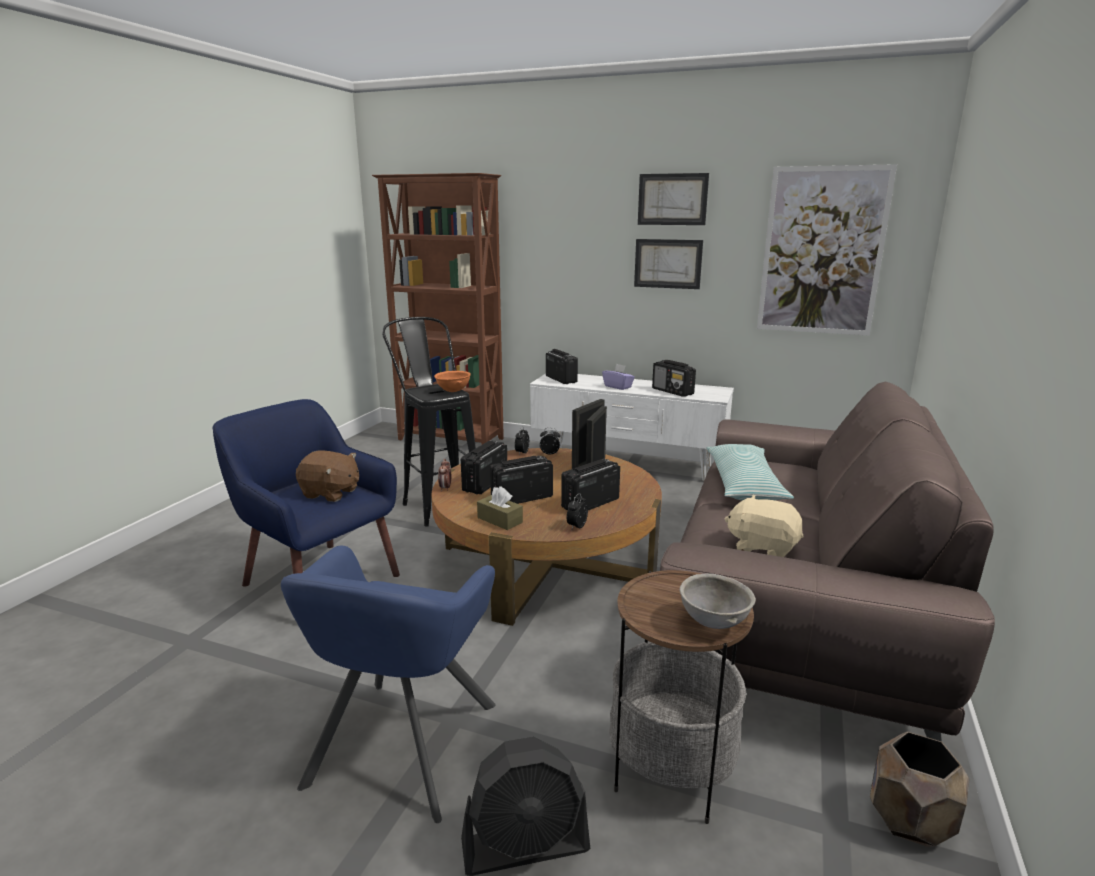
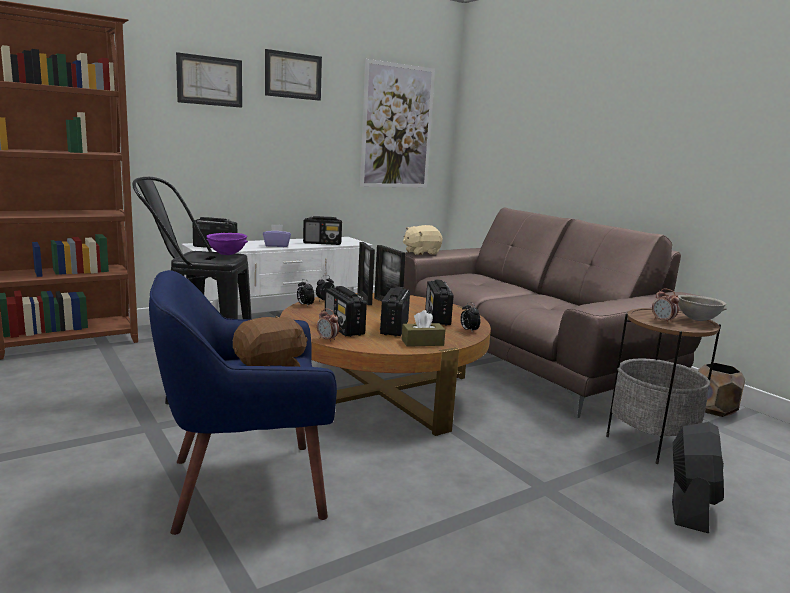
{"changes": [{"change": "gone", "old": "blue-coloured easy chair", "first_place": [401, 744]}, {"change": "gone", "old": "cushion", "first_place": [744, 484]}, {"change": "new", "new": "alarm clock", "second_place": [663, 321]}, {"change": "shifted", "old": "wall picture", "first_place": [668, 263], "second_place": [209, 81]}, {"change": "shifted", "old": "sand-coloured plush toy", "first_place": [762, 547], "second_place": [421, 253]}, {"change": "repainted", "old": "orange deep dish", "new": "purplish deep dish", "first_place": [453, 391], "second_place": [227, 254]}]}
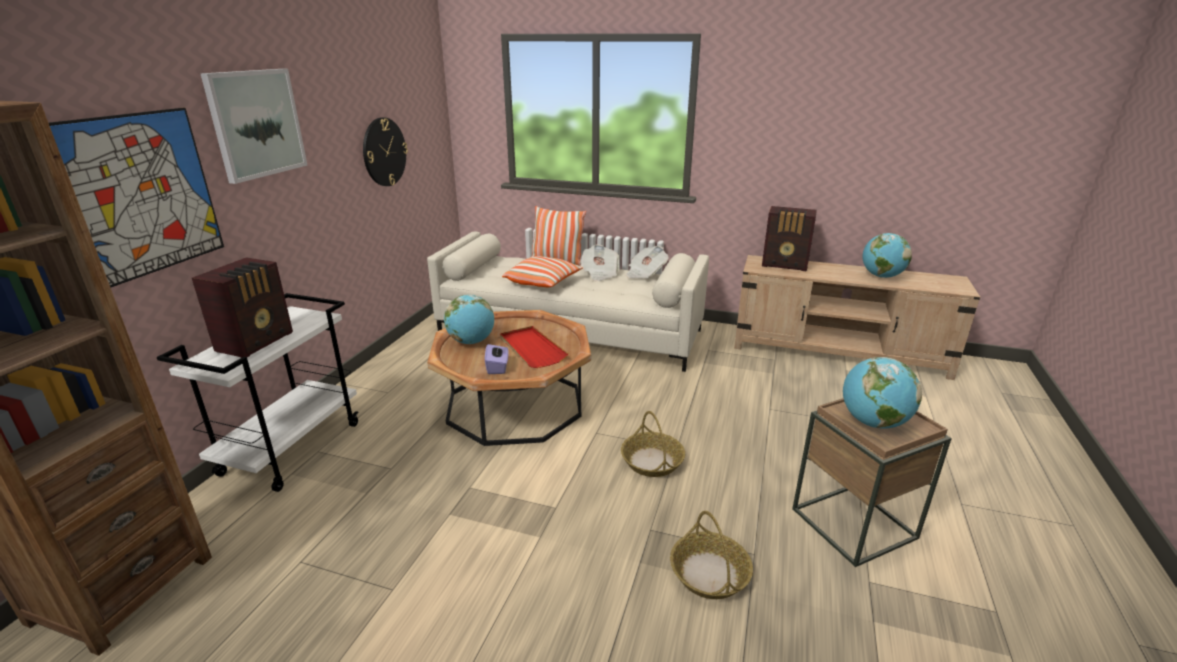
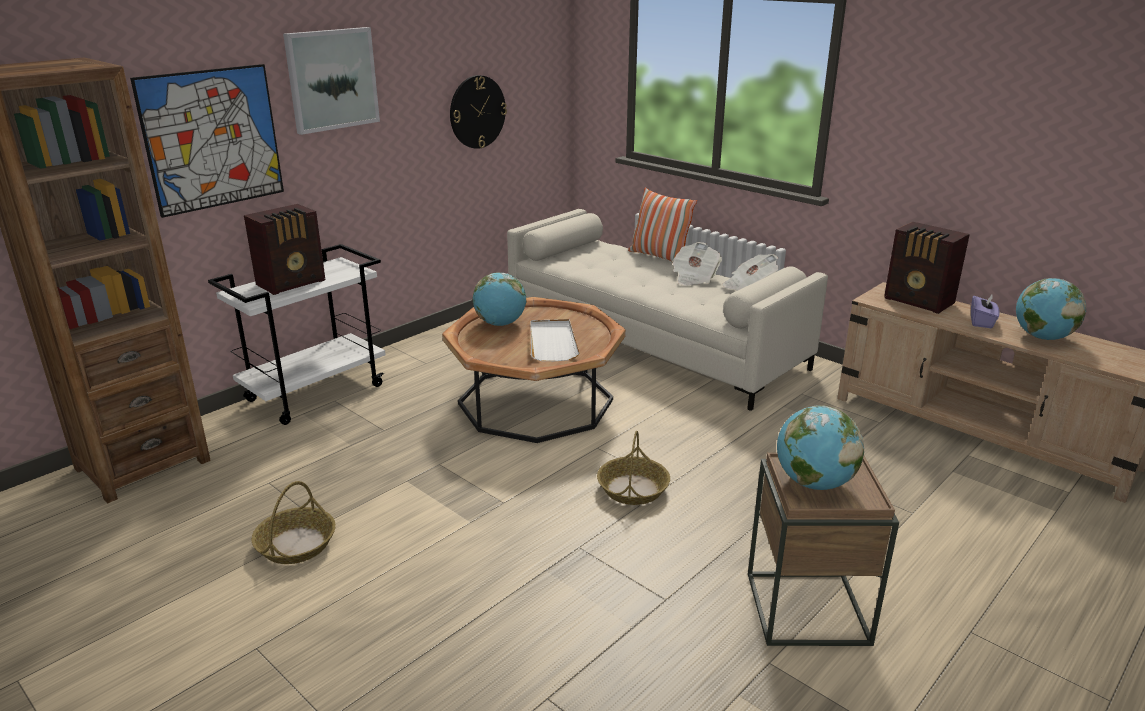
{"changes": [{"change": "gone", "old": "cushion", "first_place": [543, 282]}, {"change": "shifted", "old": "purplish box of tissues", "first_place": [497, 367], "second_place": [982, 322]}, {"change": "shifted", "old": "household basket", "first_place": [709, 573], "second_place": [296, 544]}, {"change": "repainted", "old": "reddish serving tray", "new": "white serving tray", "first_place": [531, 349], "second_place": [552, 342]}]}
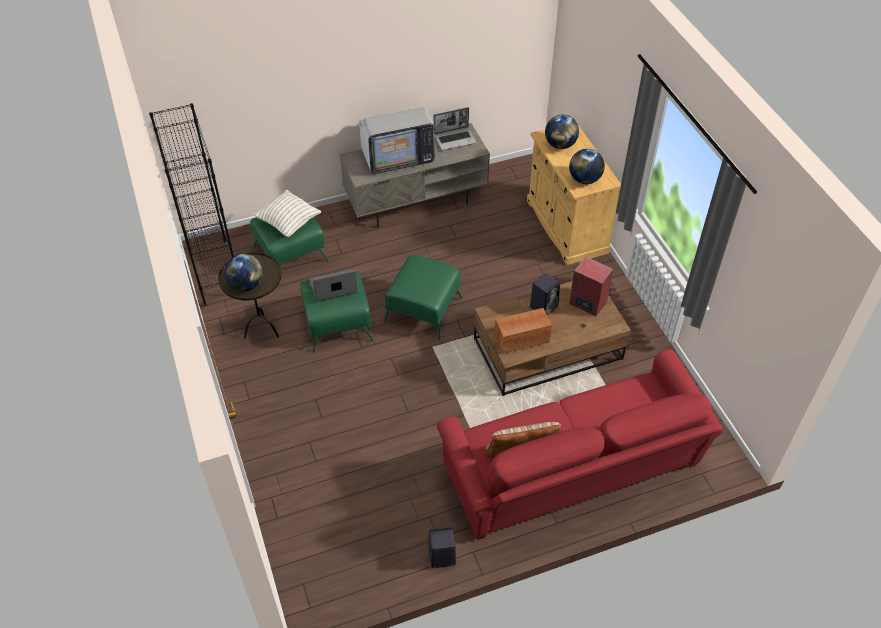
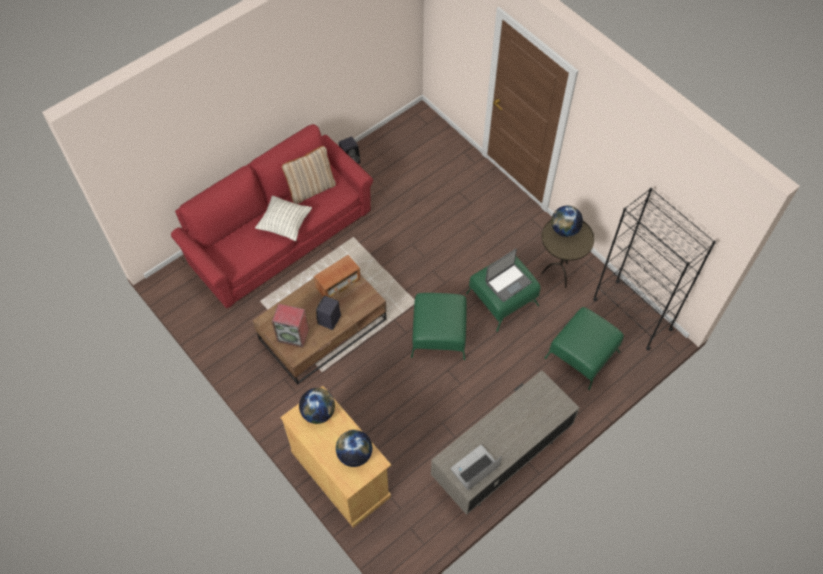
{"changes": [{"change": "gone", "old": "television", "first_place": [397, 157]}, {"change": "shifted", "old": "cushion", "first_place": [289, 223], "second_place": [285, 224]}]}
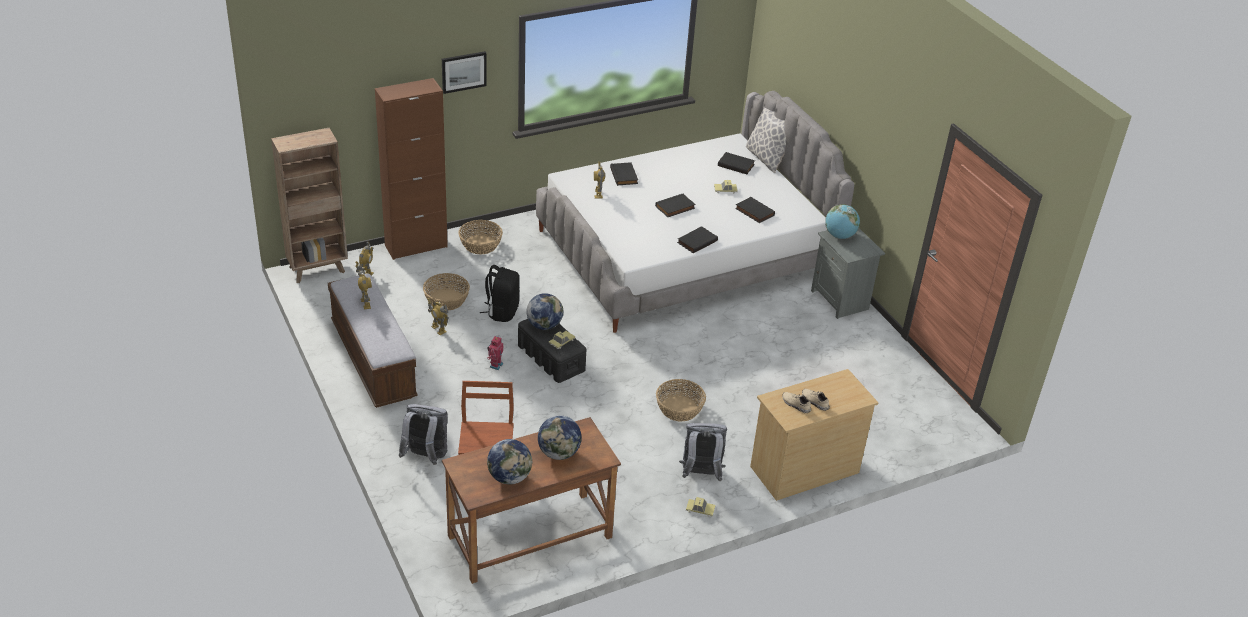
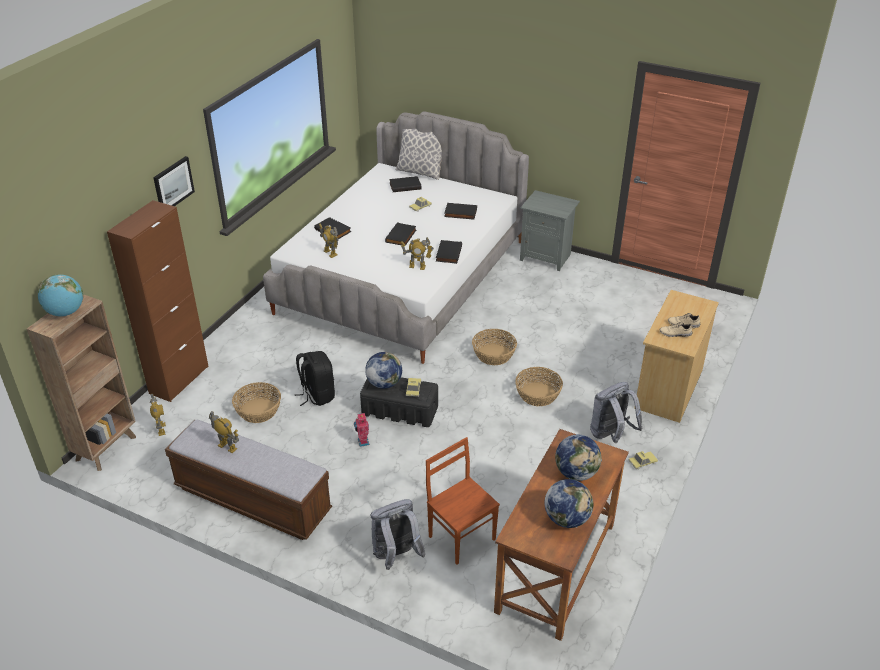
{"changes": [{"change": "shifted", "old": "toy robot", "first_place": [438, 329], "second_place": [417, 266]}, {"change": "shifted", "old": "household basket", "first_place": [480, 244], "second_place": [493, 354]}, {"change": "shifted", "old": "world globe", "first_place": [840, 236], "second_place": [66, 312]}]}
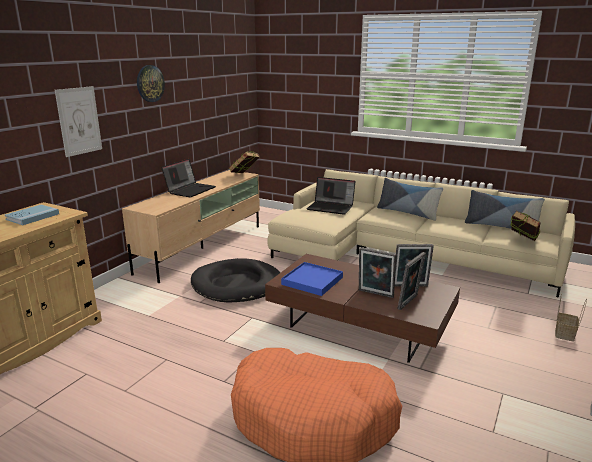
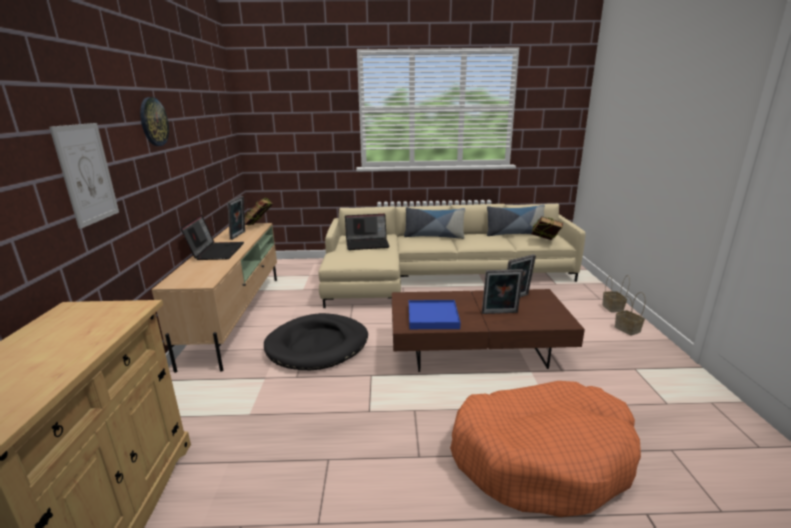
{"changes": [{"change": "gone", "old": "blue-coloured volume", "first_place": [32, 217]}, {"change": "new", "new": "household basket", "second_place": [628, 329]}, {"change": "shifted", "old": "standing frame", "first_place": [409, 303], "second_place": [239, 235]}]}
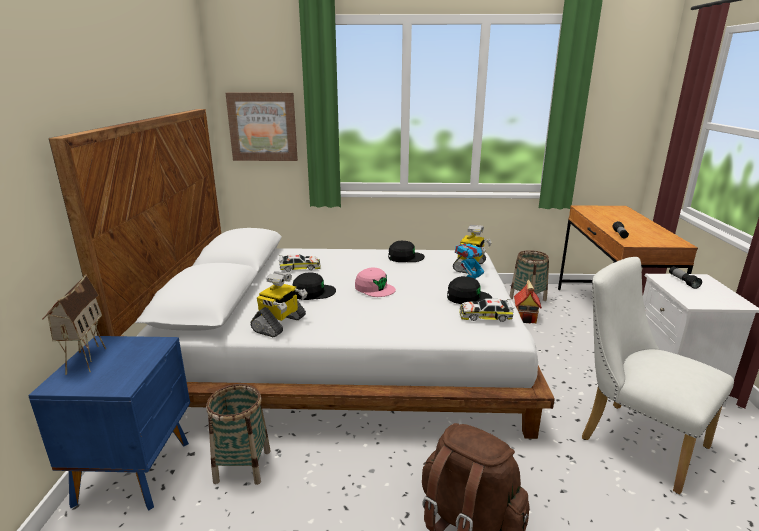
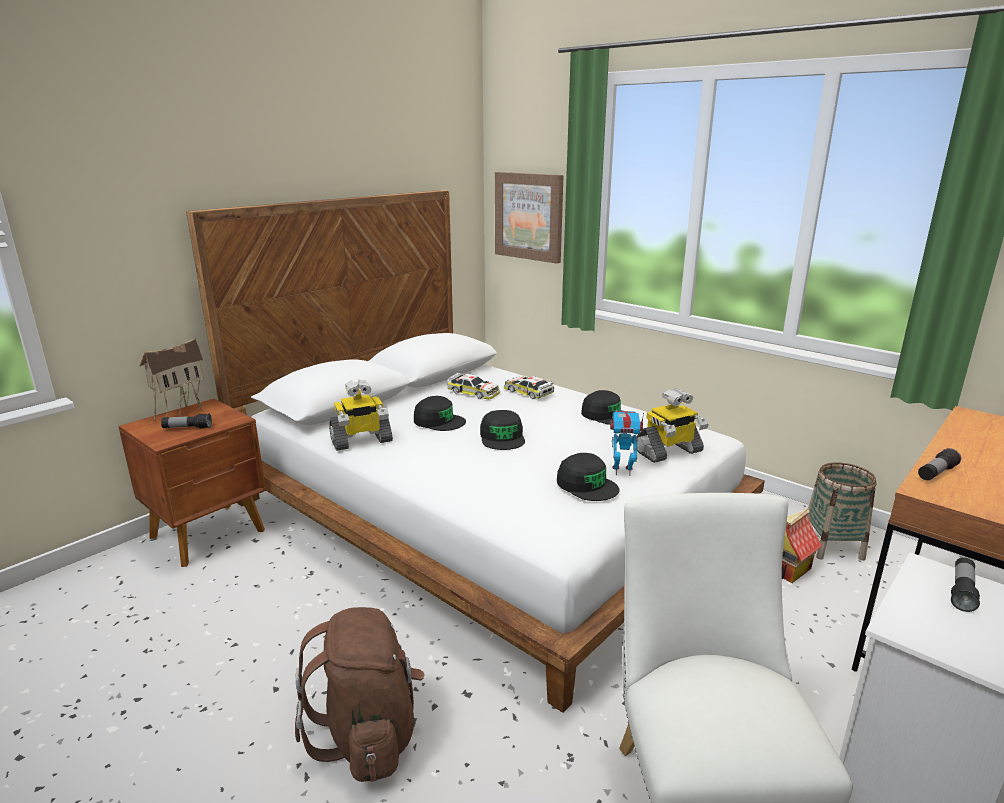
{"changes": [{"change": "gone", "old": "household basket", "first_place": [242, 466]}, {"change": "new", "new": "hand torch", "second_place": [187, 428]}, {"change": "shifted", "old": "miniature car", "first_place": [485, 316], "second_place": [528, 392]}, {"change": "repainted", "old": "blue-coloured bedside table", "new": "brown-coloured bedside table", "first_place": [136, 471], "second_place": [210, 534]}, {"change": "repainted", "old": "pink baseball cap", "new": "black-coloured baseball cap", "first_place": [374, 288], "second_place": [502, 437]}]}
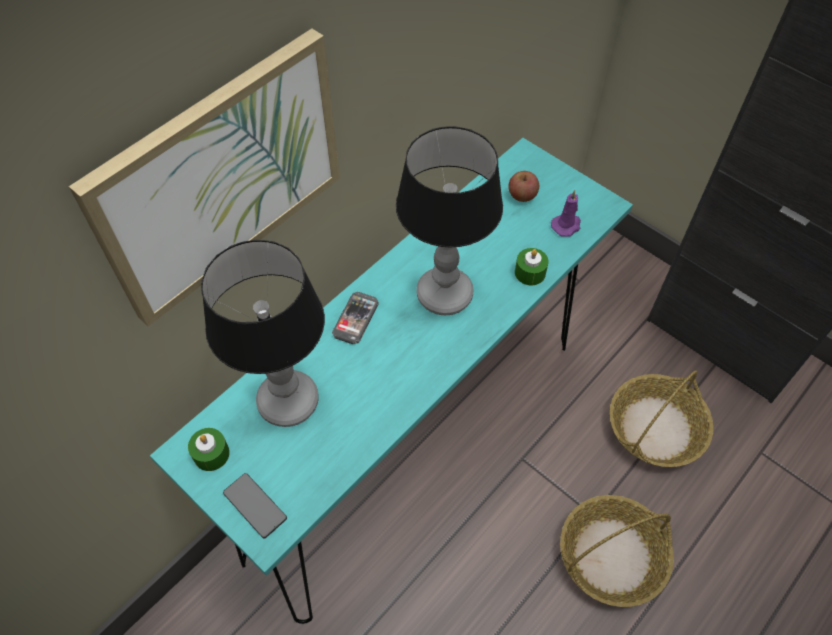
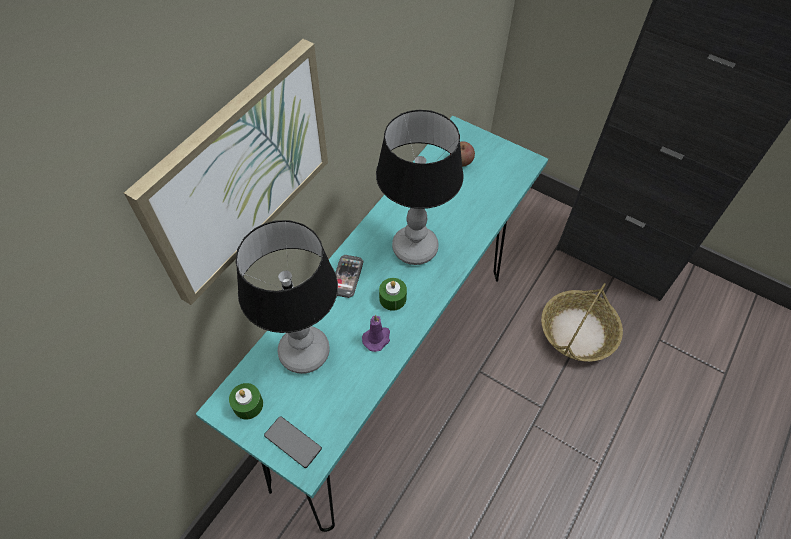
{"changes": [{"change": "gone", "old": "household basket", "first_place": [612, 555]}, {"change": "shifted", "old": "green wax candle", "first_place": [530, 272], "second_place": [392, 298]}, {"change": "shifted", "old": "purplish wax candle", "first_place": [566, 225], "second_place": [377, 338]}]}
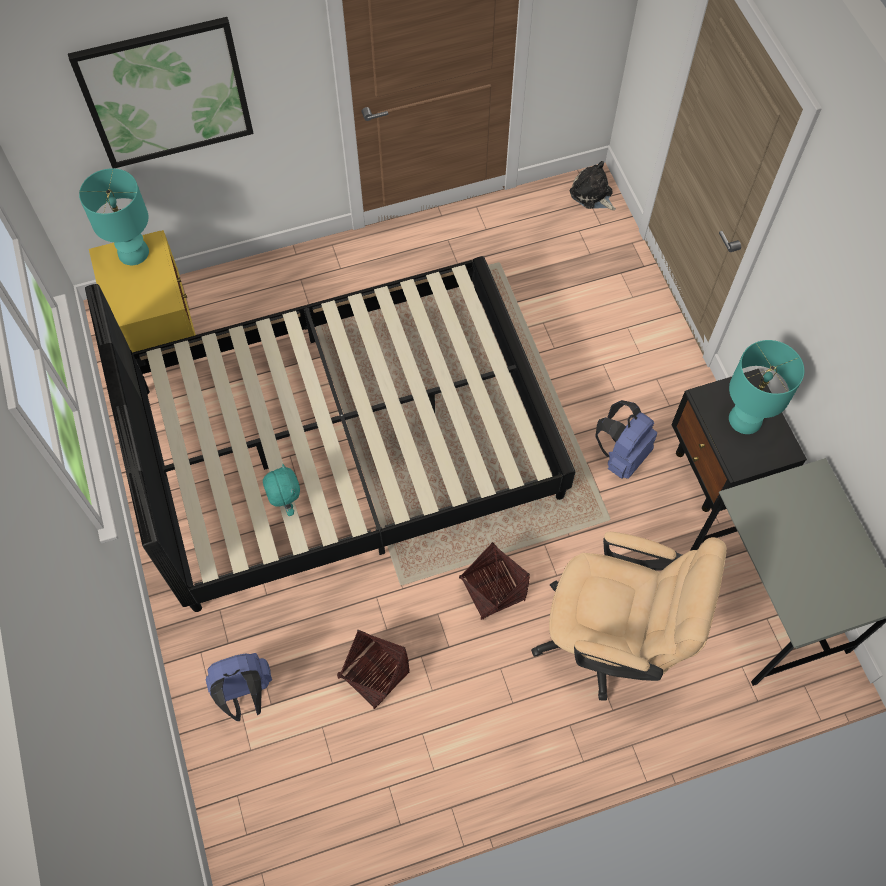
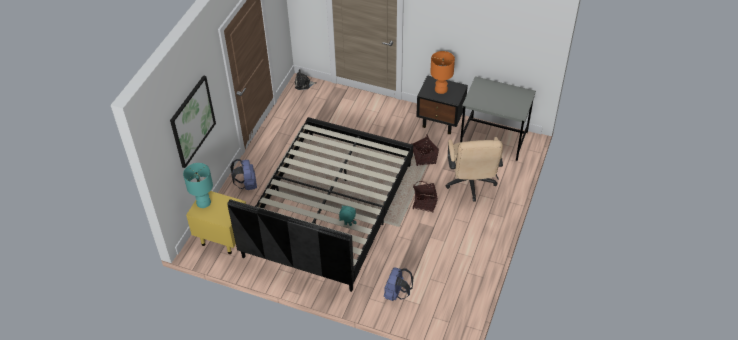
{"changes": [{"change": "shifted", "old": "household basket", "first_place": [373, 674], "second_place": [424, 158]}, {"change": "shifted", "old": "blue-coloured backpack", "first_place": [622, 455], "second_place": [247, 185]}, {"change": "repainted", "old": "turquoise-coloured table lamp", "new": "orange table lamp", "first_place": [744, 419], "second_place": [440, 89]}, {"change": "rotated", "old": "sand-coloured desk chair", "first_place": [611, 640], "second_place": [471, 184], "degrees": 120}]}
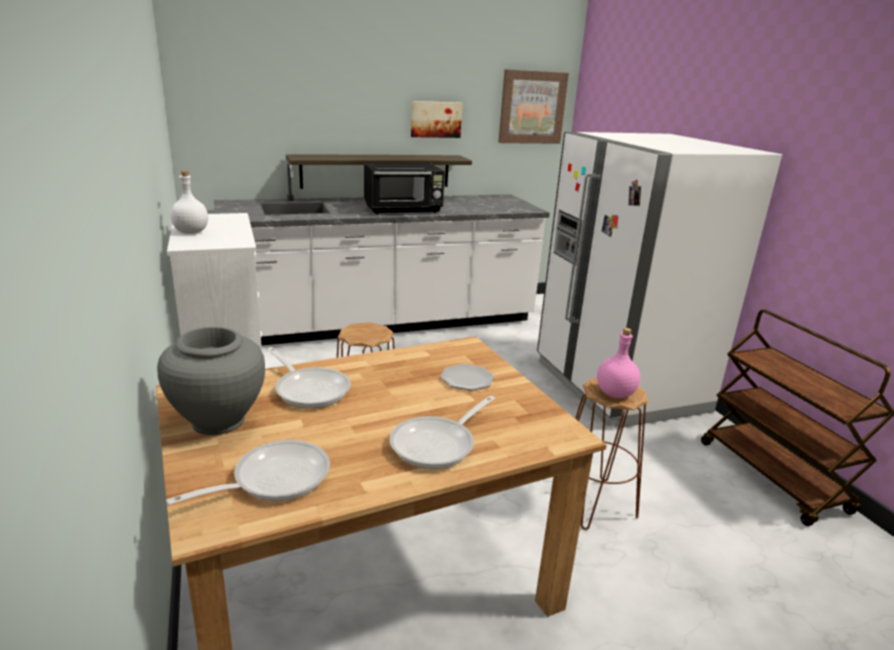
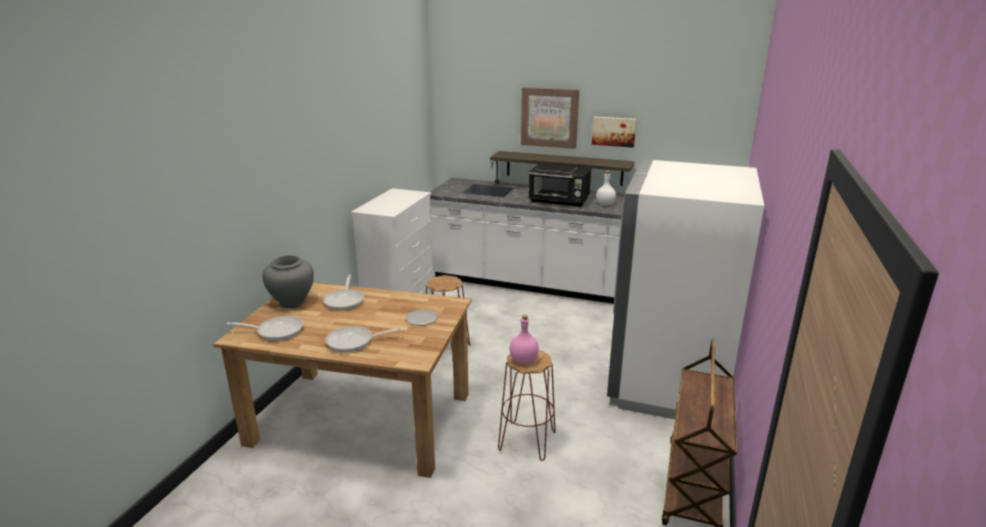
{"changes": [{"change": "shifted", "old": "white drink bottle", "first_place": [191, 232], "second_place": [605, 204]}, {"change": "shifted", "old": "wall picture", "first_place": [532, 107], "second_place": [549, 117]}]}
